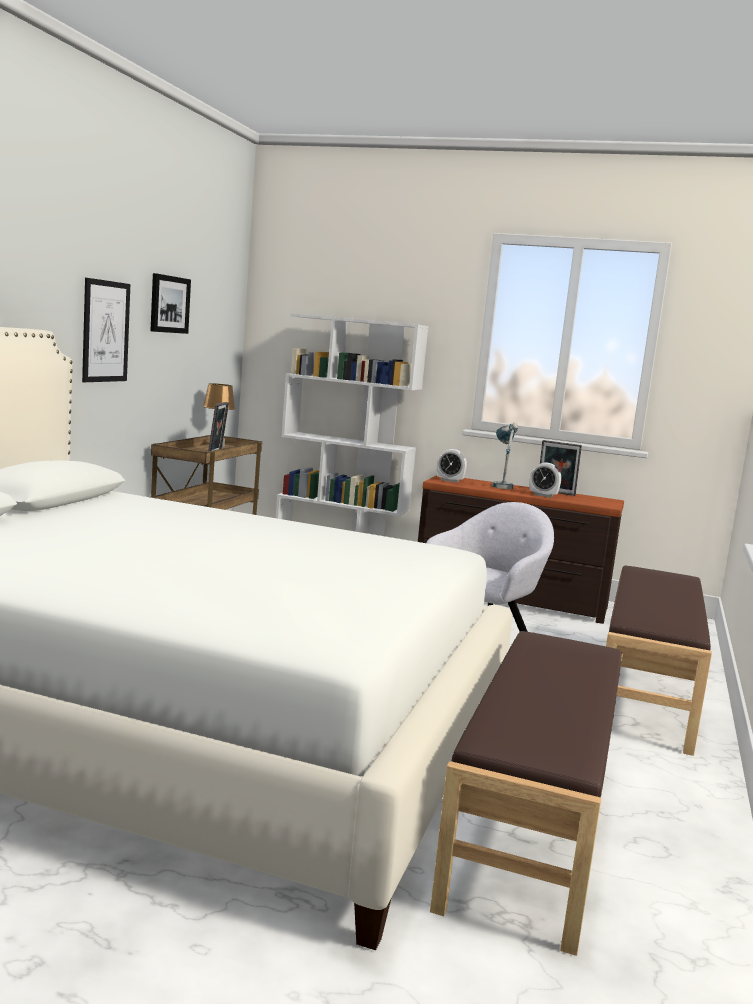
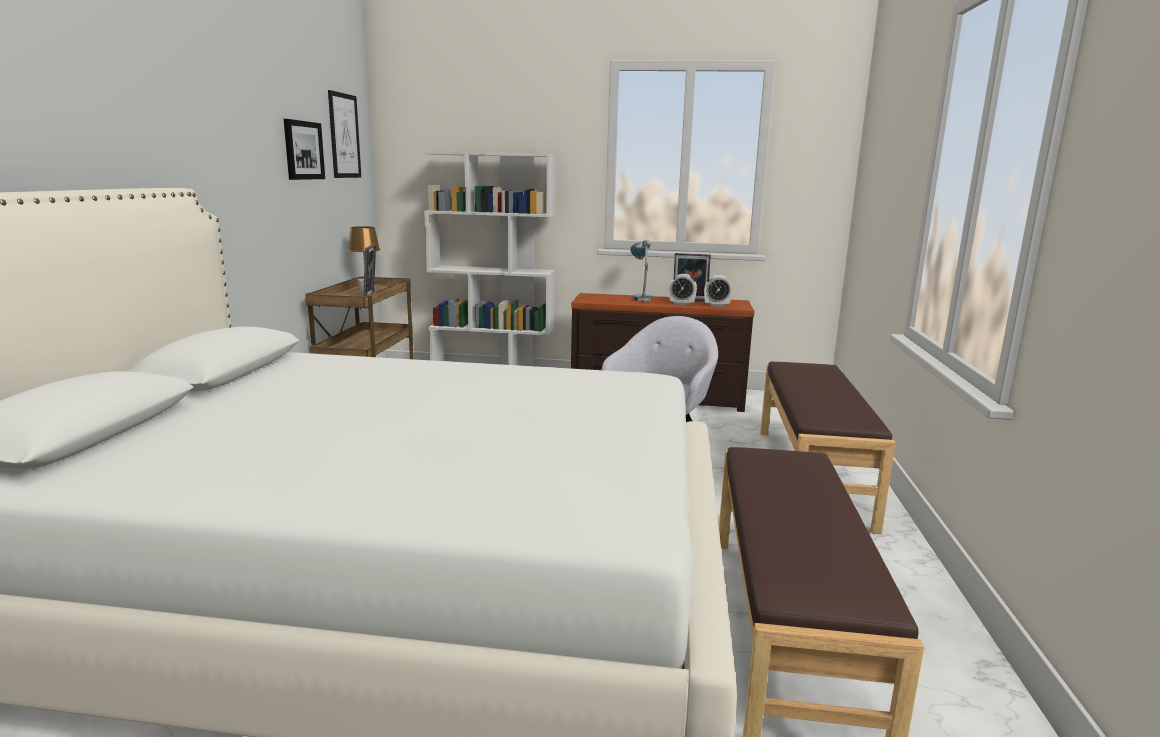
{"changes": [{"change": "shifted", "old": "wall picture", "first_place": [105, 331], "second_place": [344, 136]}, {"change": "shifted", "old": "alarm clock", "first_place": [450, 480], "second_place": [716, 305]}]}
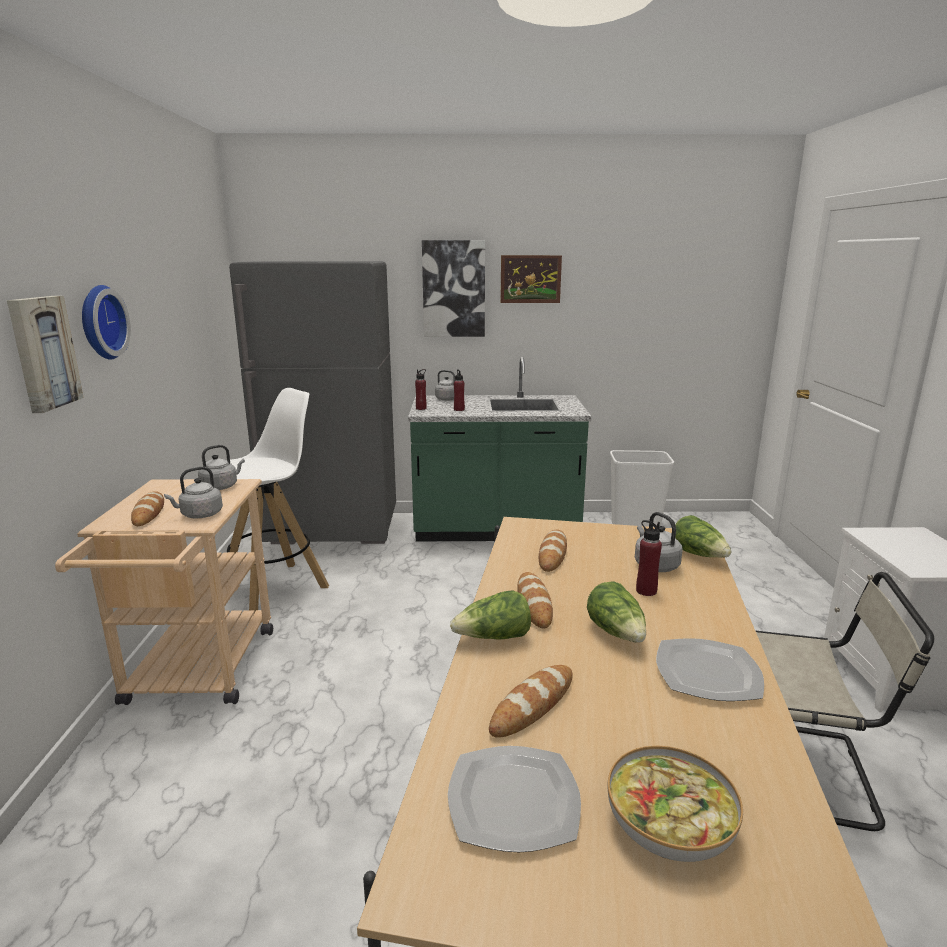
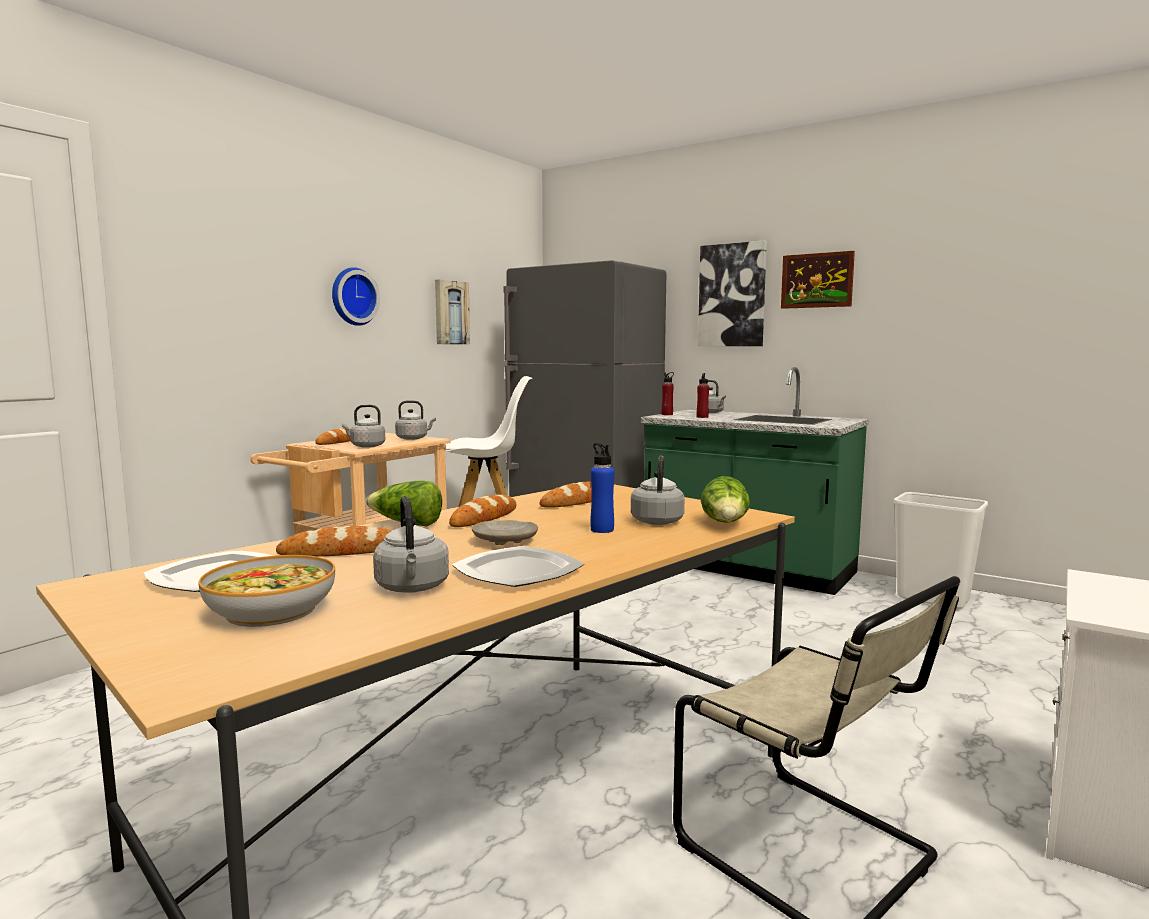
{"changes": [{"change": "new", "new": "greyish tea kettle", "second_place": [412, 588]}, {"change": "shifted", "old": "wall picture", "first_place": [42, 352], "second_place": [450, 313]}, {"change": "swapped", "old": "lettuce head", "new": "sand-coloured dinner plate", "first_place": [617, 633], "second_place": [505, 541]}, {"change": "repainted", "old": "reddish drink bottle", "new": "blue-coloured drink bottle", "first_place": [646, 591], "second_place": [602, 530]}]}
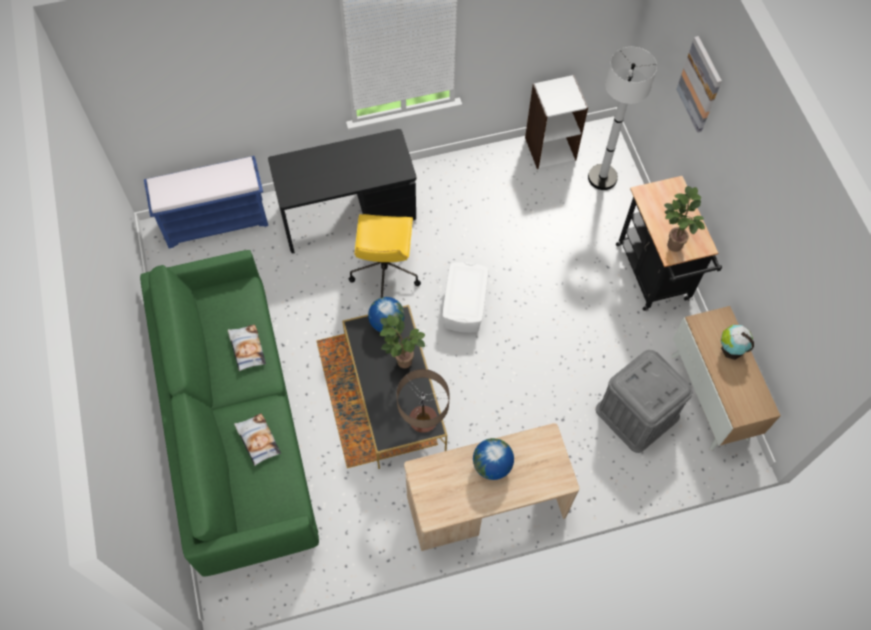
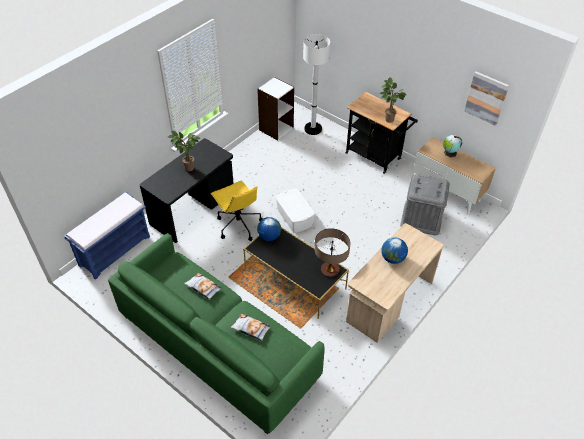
{"changes": [{"change": "shifted", "old": "potted plant", "first_place": [401, 362], "second_place": [188, 169]}, {"change": "shifted", "old": "wall picture", "first_place": [700, 84], "second_place": [486, 98]}]}
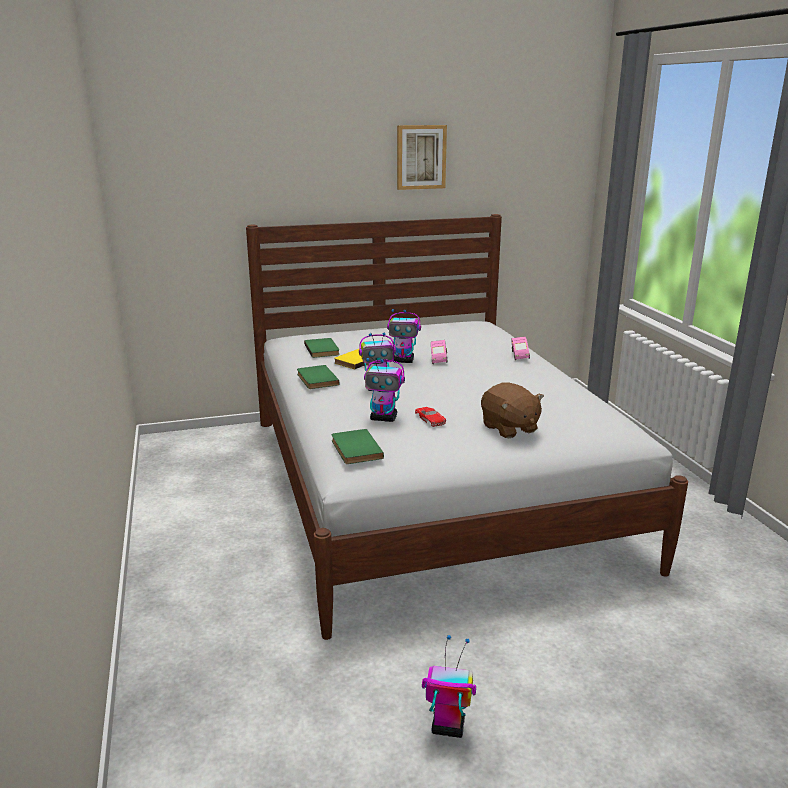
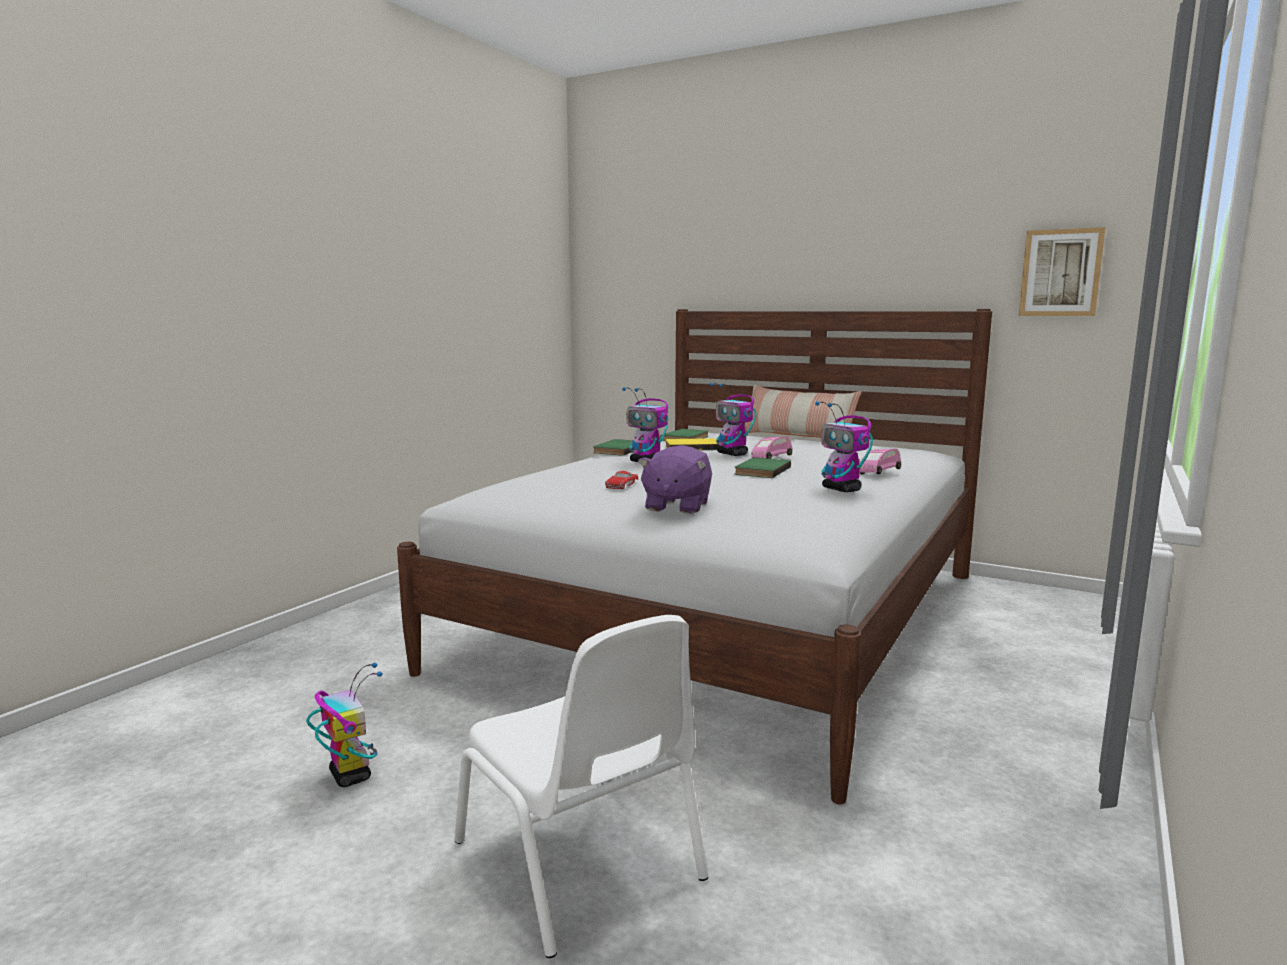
{"changes": [{"change": "new", "new": "white upright chair", "second_place": [581, 861]}, {"change": "new", "new": "cushion", "second_place": [797, 438]}, {"change": "shifted", "old": "green volume", "first_place": [354, 449], "second_place": [760, 470]}, {"change": "shifted", "old": "toy robot", "first_place": [384, 418], "second_place": [842, 489]}, {"change": "shifted", "old": "wall picture", "first_place": [421, 157], "second_place": [1060, 273]}, {"change": "repainted", "old": "brown-coloured plush toy", "new": "purplish plush toy", "first_place": [509, 428], "second_place": [676, 506]}]}
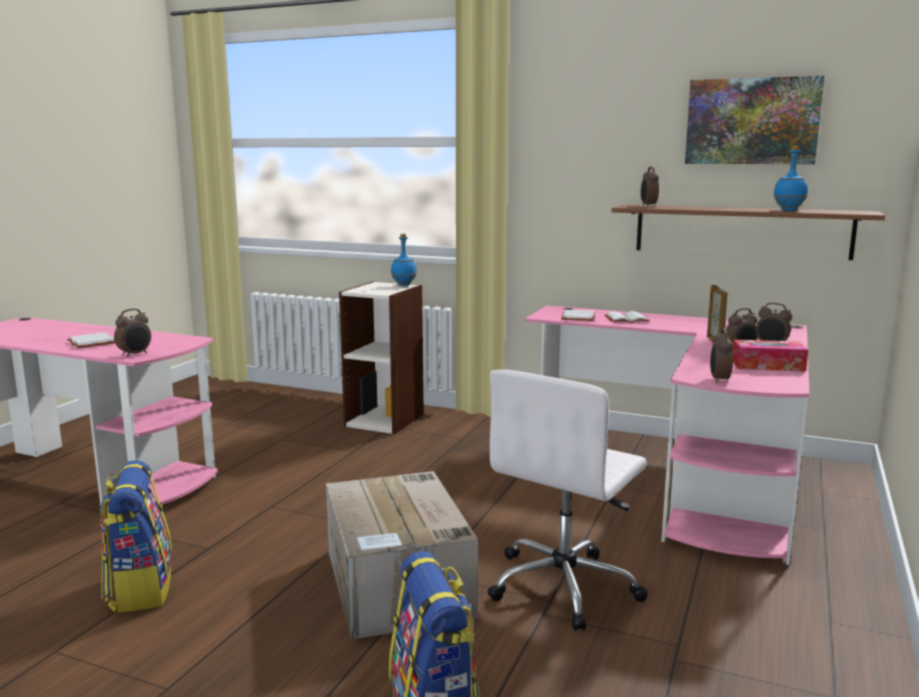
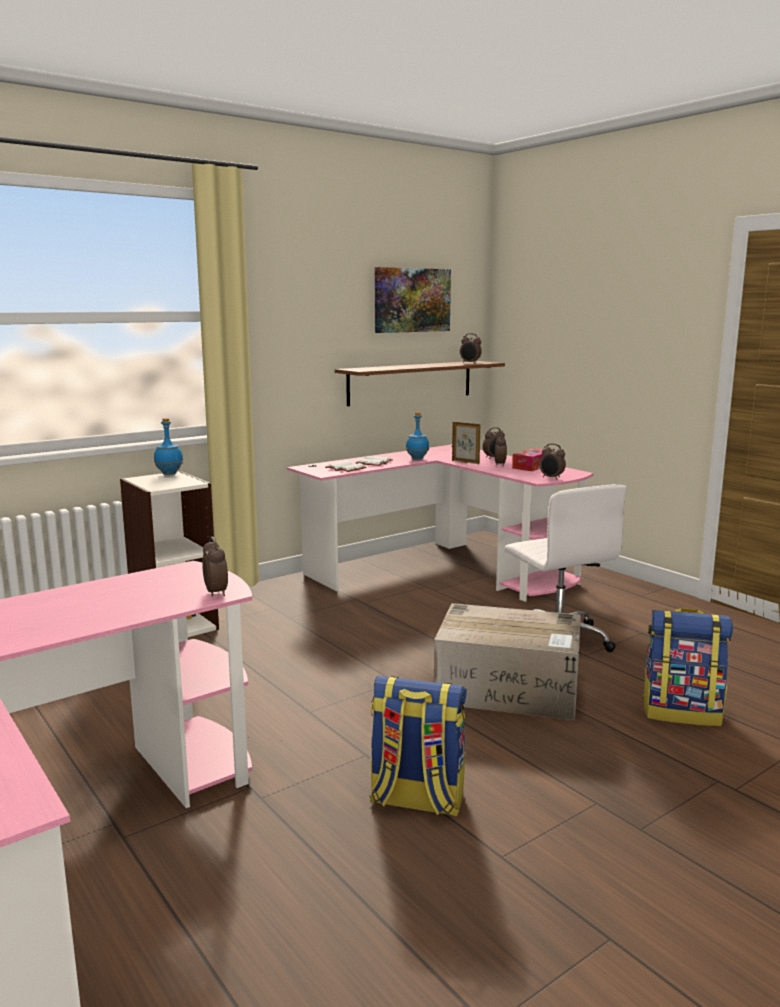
{"changes": [{"change": "gone", "old": "white volume", "first_place": [90, 343]}, {"change": "shifted", "old": "alarm clock", "first_place": [648, 206], "second_place": [470, 363]}, {"change": "shifted", "old": "blue-coloured drink bottle", "first_place": [788, 210], "second_place": [417, 459]}]}
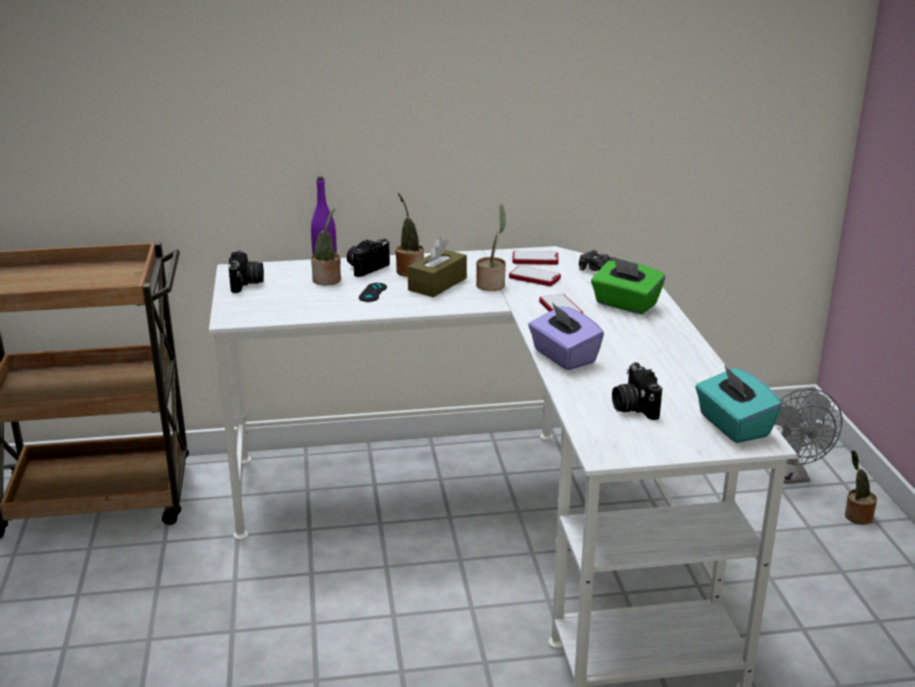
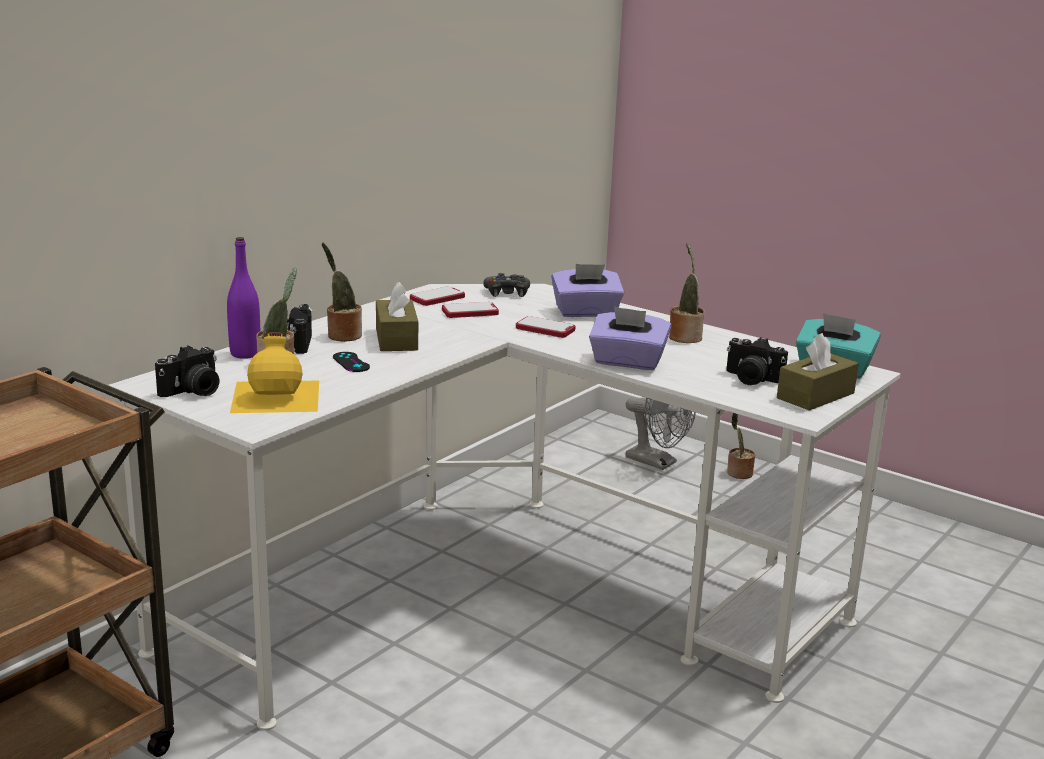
{"changes": [{"change": "new", "new": "yellowish drink bottle", "second_place": [277, 395]}, {"change": "new", "new": "brown-coloured box of tissues", "second_place": [815, 396]}, {"change": "shifted", "old": "potted plant", "first_place": [492, 284], "second_place": [684, 337]}, {"change": "repainted", "old": "green box of tissues", "new": "purplish box of tissues", "first_place": [625, 304], "second_place": [586, 312]}, {"change": "rotated", "old": "still camera", "first_place": [246, 283], "second_place": [193, 392], "degrees": 90}]}
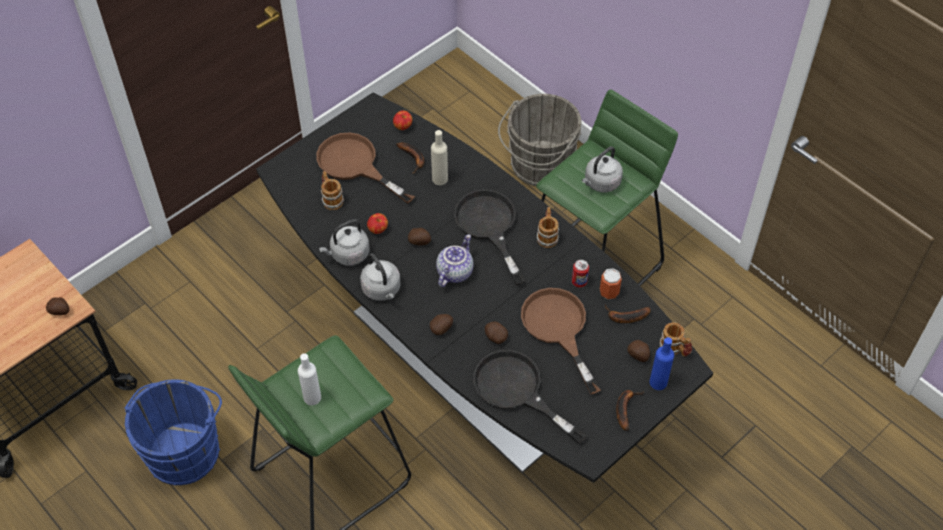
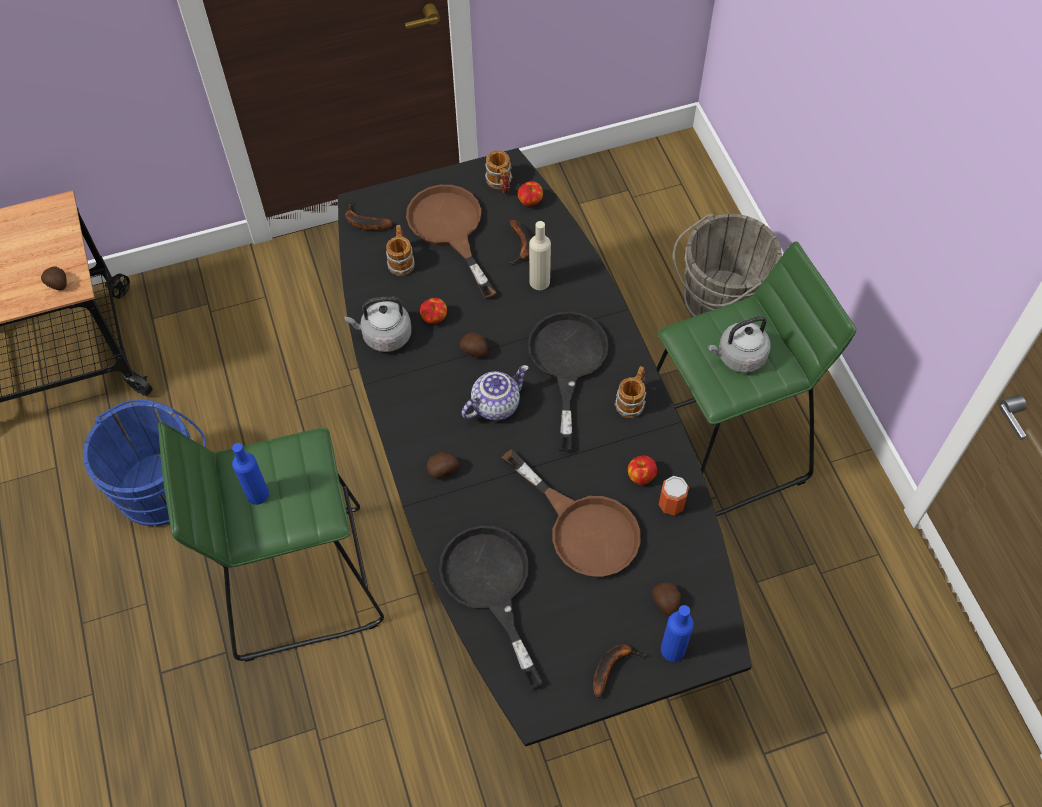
{"changes": [{"change": "gone", "old": "greyish tea kettle", "first_place": [382, 290]}, {"change": "gone", "old": "whole potato", "first_place": [495, 337]}, {"change": "shifted", "old": "whole banana", "first_place": [625, 317], "second_place": [364, 223]}, {"change": "shifted", "old": "mug", "first_place": [674, 349], "second_place": [500, 184]}, {"change": "swapped", "old": "sealed can", "new": "apple", "first_place": [579, 282], "second_place": [640, 476]}, {"change": "repainted", "old": "white drink bottle", "new": "blue-coloured drink bottle", "first_place": [312, 397], "second_place": [257, 494]}, {"change": "rotated", "old": "brown-coloured skillet", "first_place": [558, 329], "second_place": [583, 527], "degrees": 135}]}
